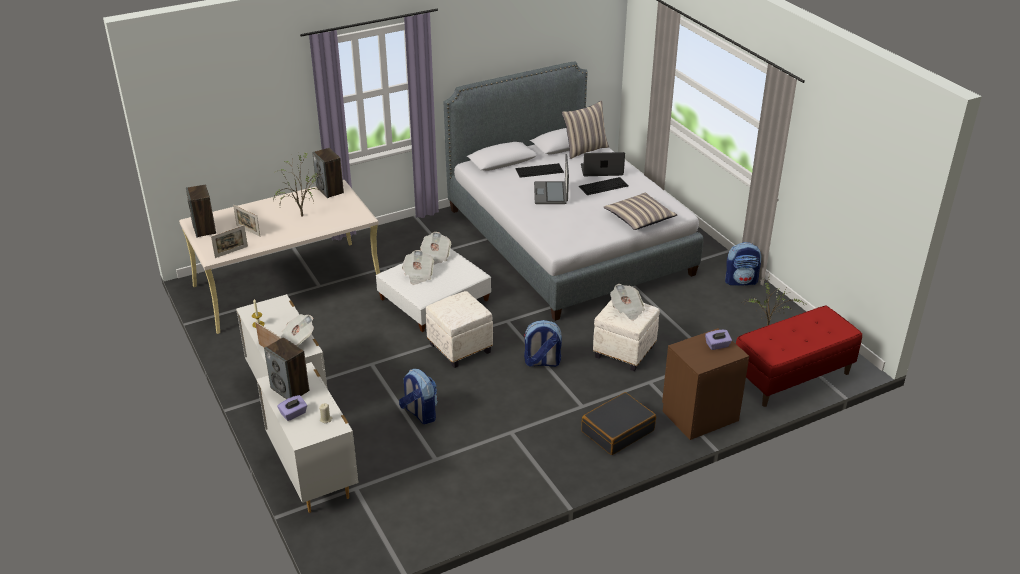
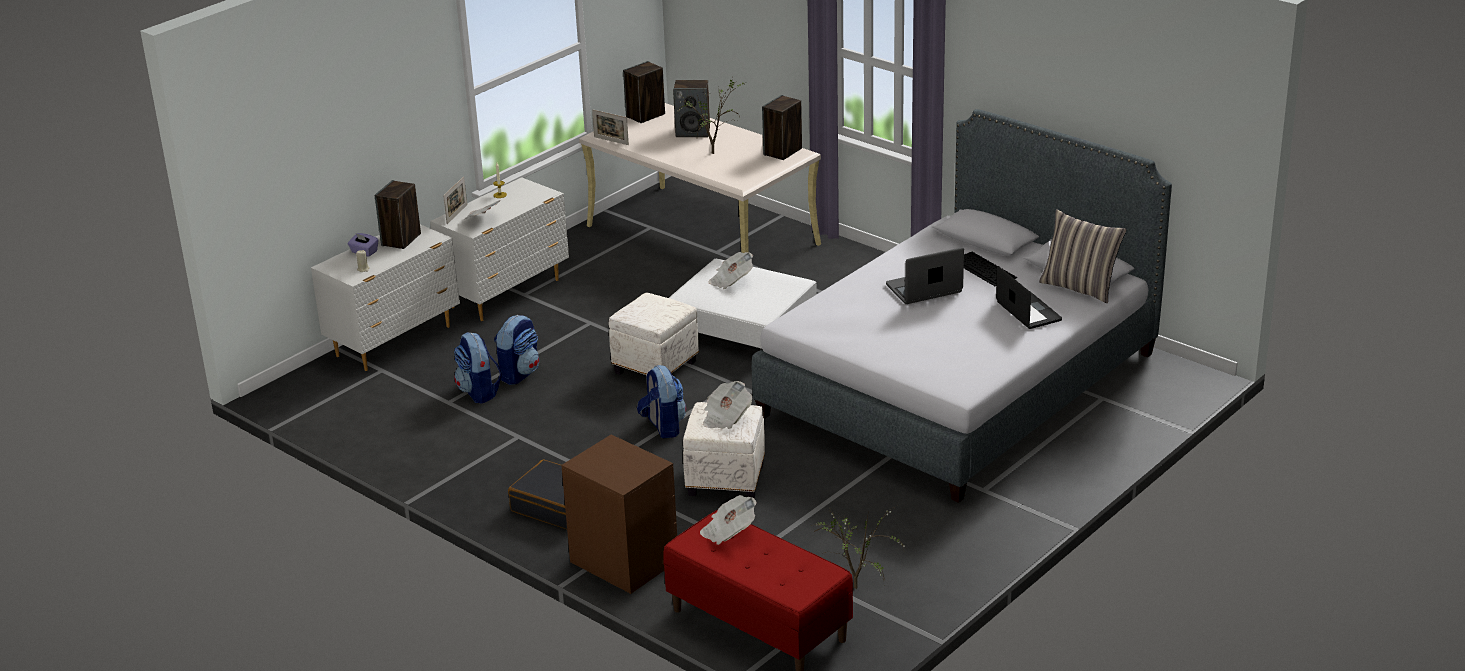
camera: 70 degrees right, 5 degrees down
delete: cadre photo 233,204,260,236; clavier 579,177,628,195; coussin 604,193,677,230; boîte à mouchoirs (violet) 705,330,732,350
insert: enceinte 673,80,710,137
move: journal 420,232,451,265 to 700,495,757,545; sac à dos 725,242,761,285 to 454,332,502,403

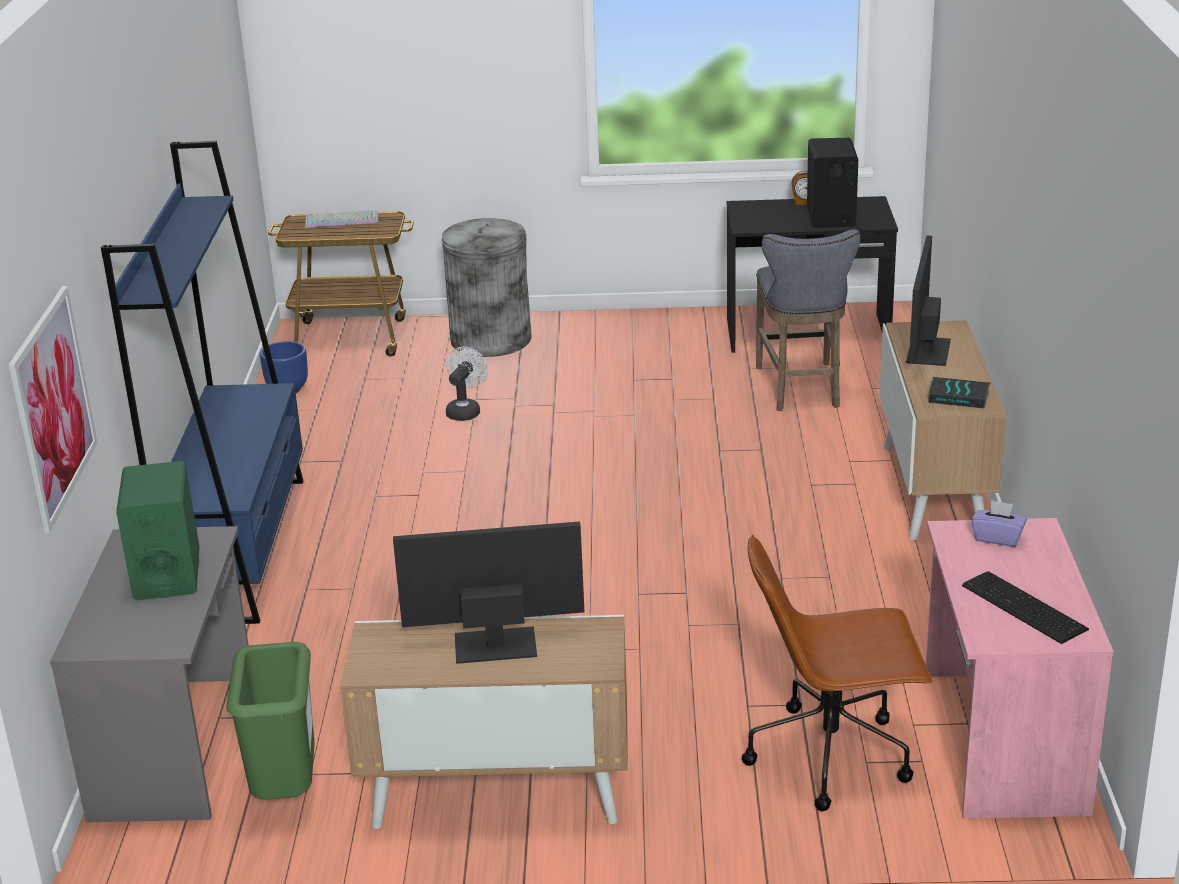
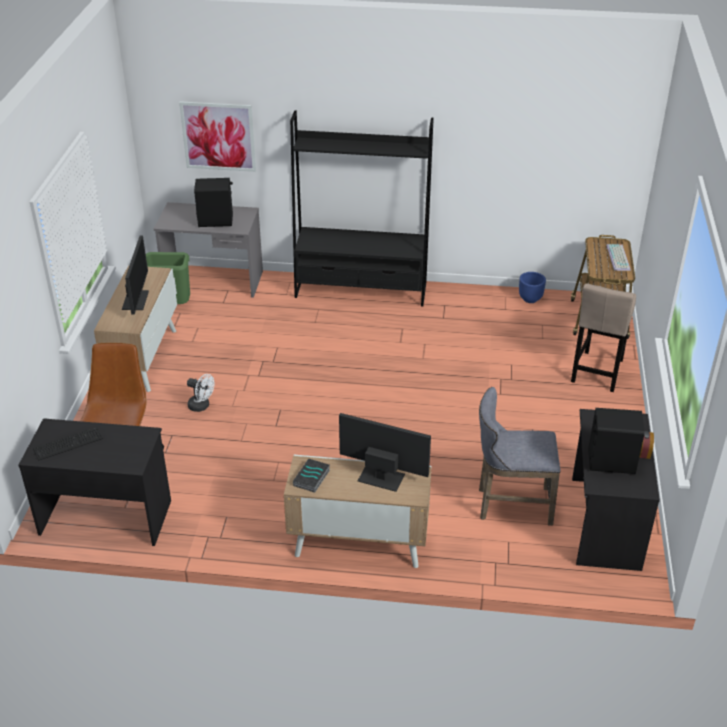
camera: 95 degrees right, 10 degrees up
delete: boîte à mouchoirs (violet) 971,500,1027,547
move: ventilateur (blanc) 446,347,488,421 to 187,374,215,412
replace: poubelle (gris) 442,218,532,357 to tabouret (beige) 571,283,636,392
recolor: bibliothèque (bleu) 101,141,304,624 to bibliothèque (noir) 290,110,434,307; enceinte (vert) 116,461,200,600 to enceinte (noir) 194,178,233,227; bureau (rose) 926,518,1114,819 to bureau (noir) 19,418,171,546

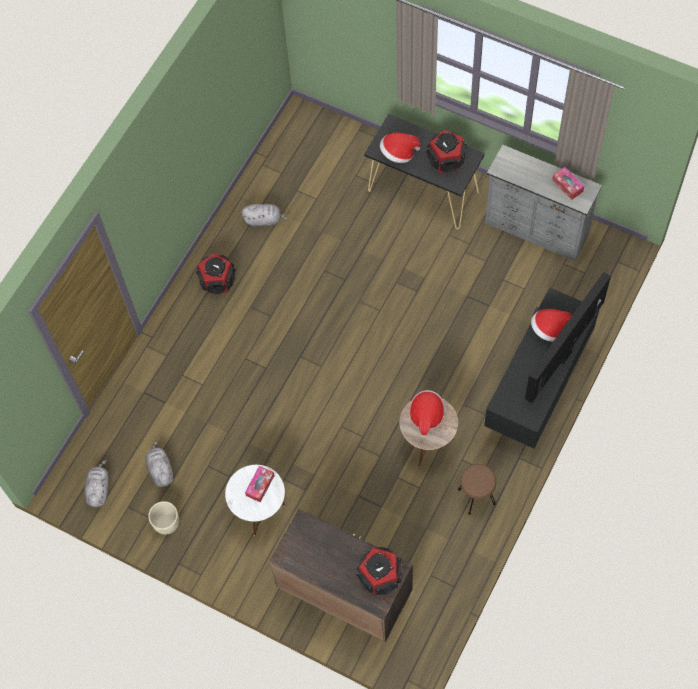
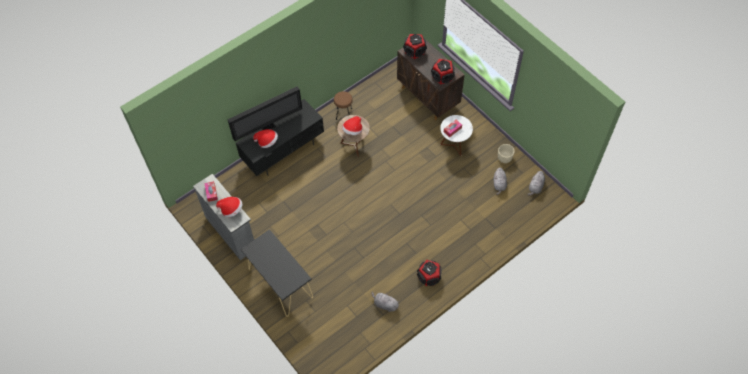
camera: 160 degrees left, 5 degrees down
move: chapeau 380,133,421,163 to 216,197,242,217; enceinte 426,130,466,173 to 431,59,455,85

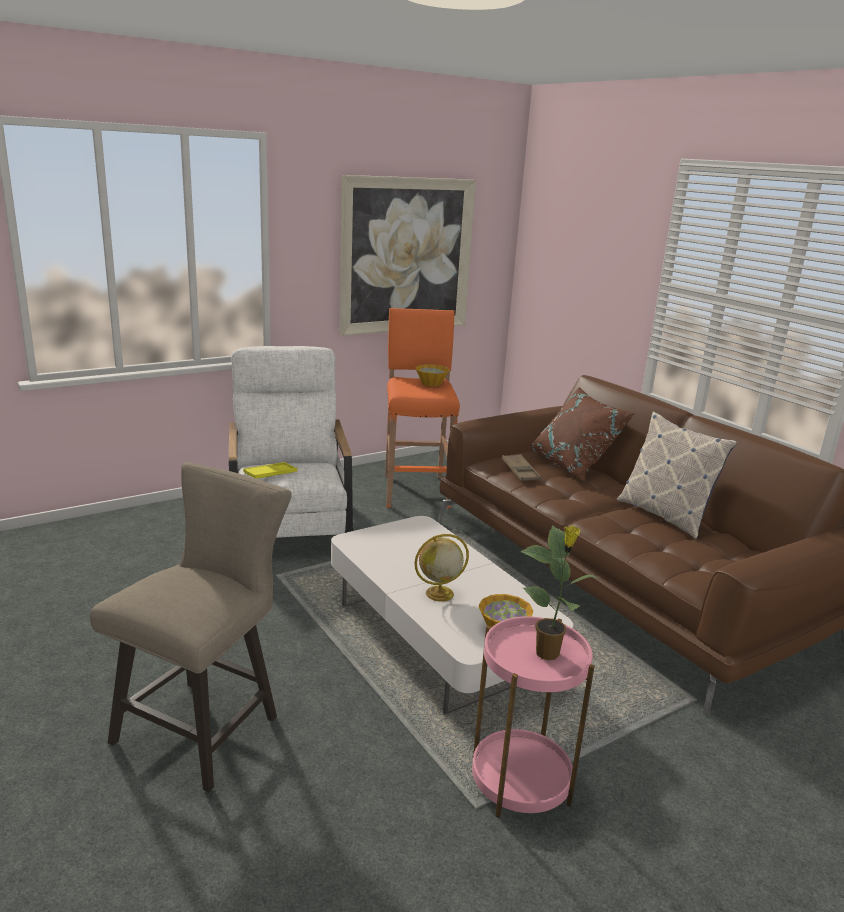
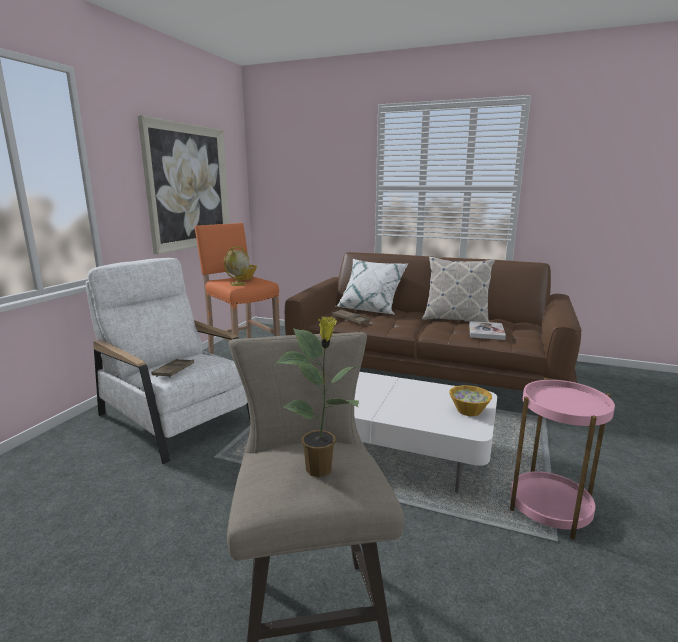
camera: 35 degrees left, 5 degrees down
insert: livre 469,321,506,340
move: globe 414,534,469,602 to 224,246,249,286; plante en pot 520,525,598,660 to 274,317,359,477
recolor: plateau (jaune) 243,462,297,479 to plateau (marron) 151,359,194,378; coussin (marron) 529,387,636,482 to coussin (blanc) 336,259,408,315

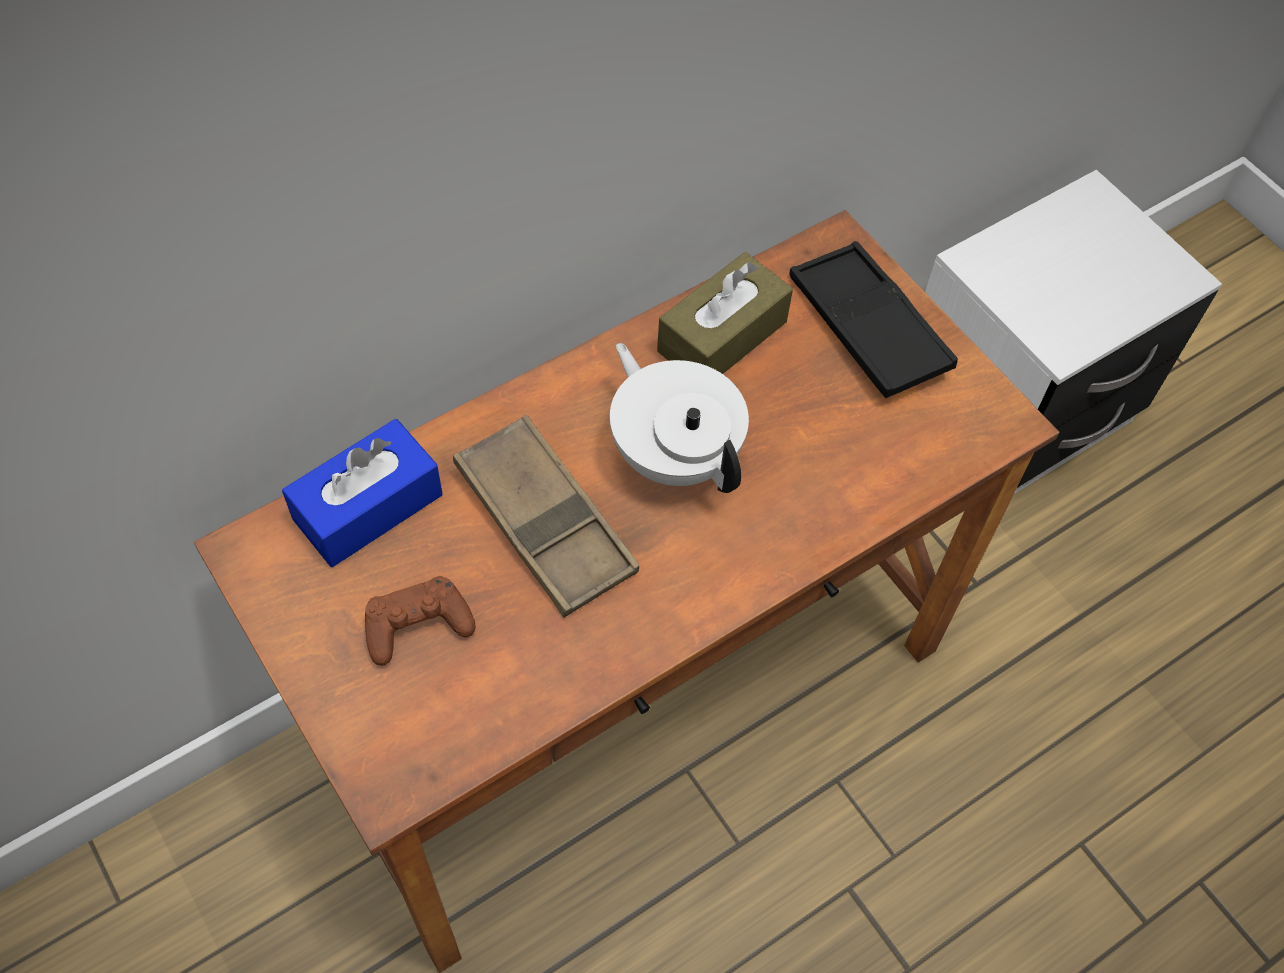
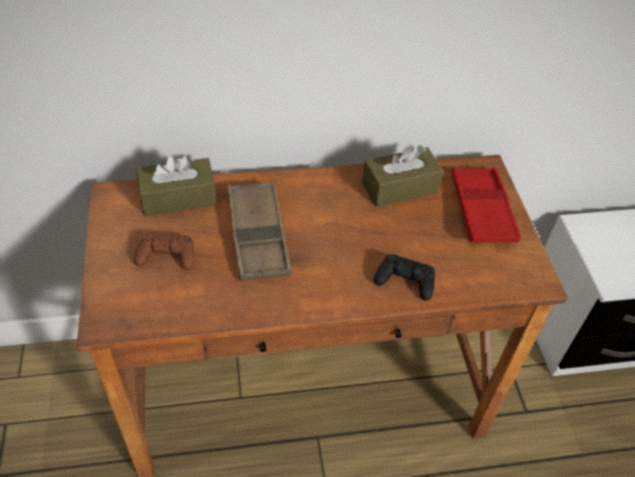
camera: 25 degrees right, 10 degrees down
delete: théière (blanc) 610,343,749,493
insert: manette (noir) 374,254,435,300
recolor: boîte à mouchoirs (bleu) 282,419,442,567 to boîte à mouchoirs (marron) 136,154,217,216; plateau (noir) 789,241,958,398 to plateau (rouge) 452,167,521,243

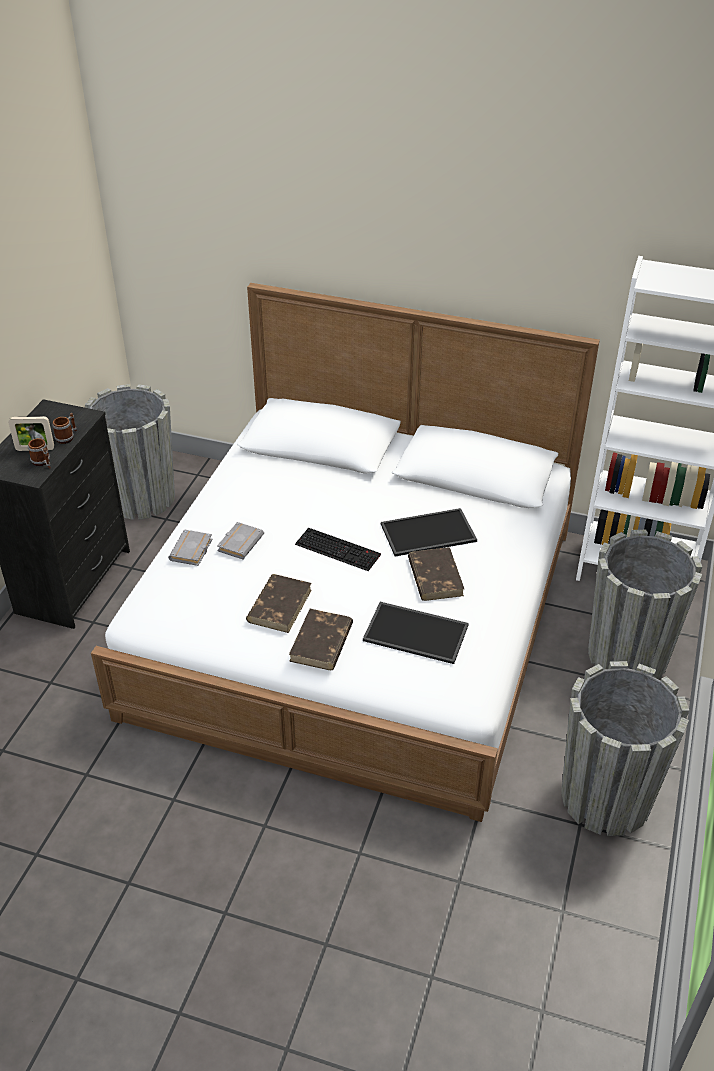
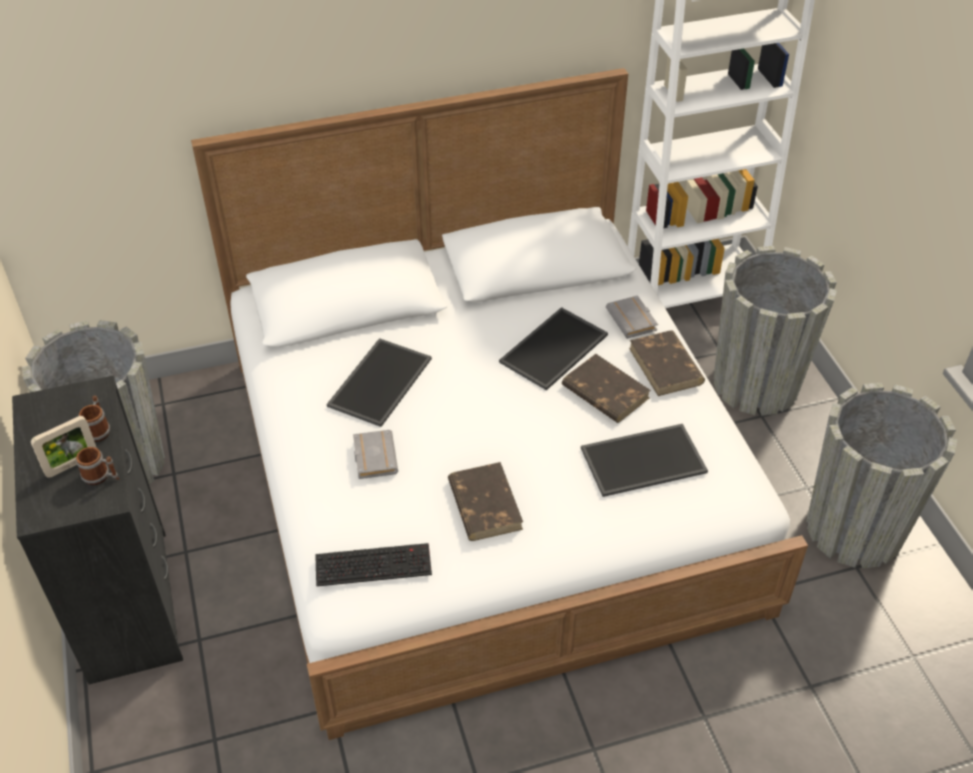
camera: 35 degrees left, 5 degrees up
insert: plateau 327,338,432,427
move: livre (gris) 168,529,212,566 to 606,295,658,339; livre (marron) 289,609,353,670 to 629,330,705,396; clavier 295,528,381,571 to 315,543,432,587

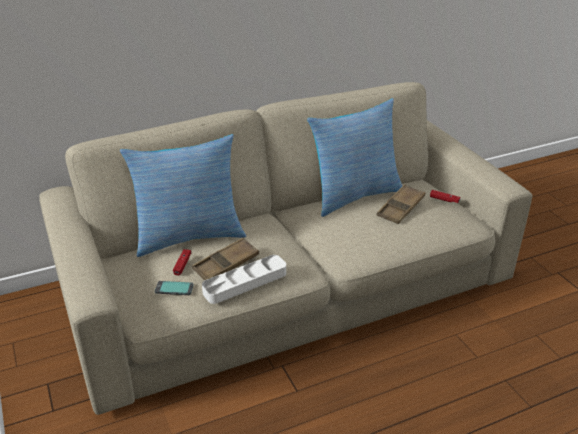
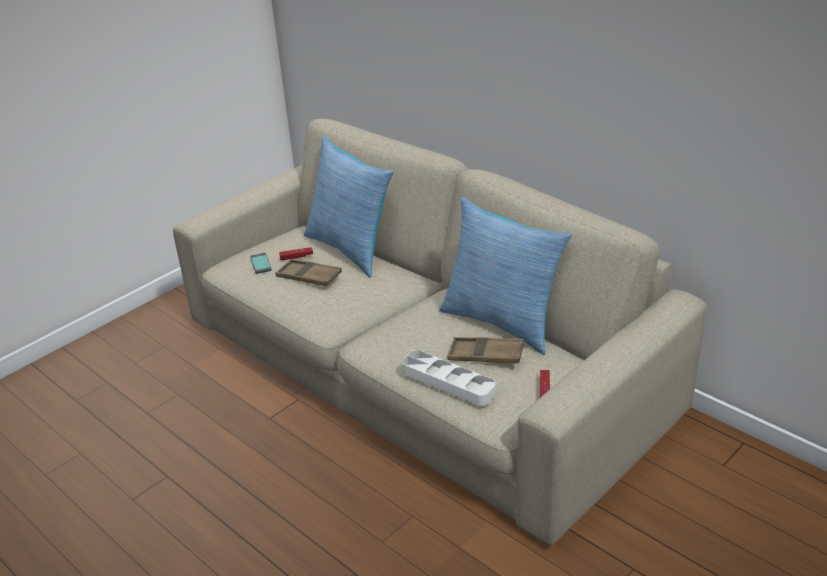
camera: 70 degrees right, 0 degrees up
move: plateau (blanc) 202,255,286,304 to 402,350,496,406

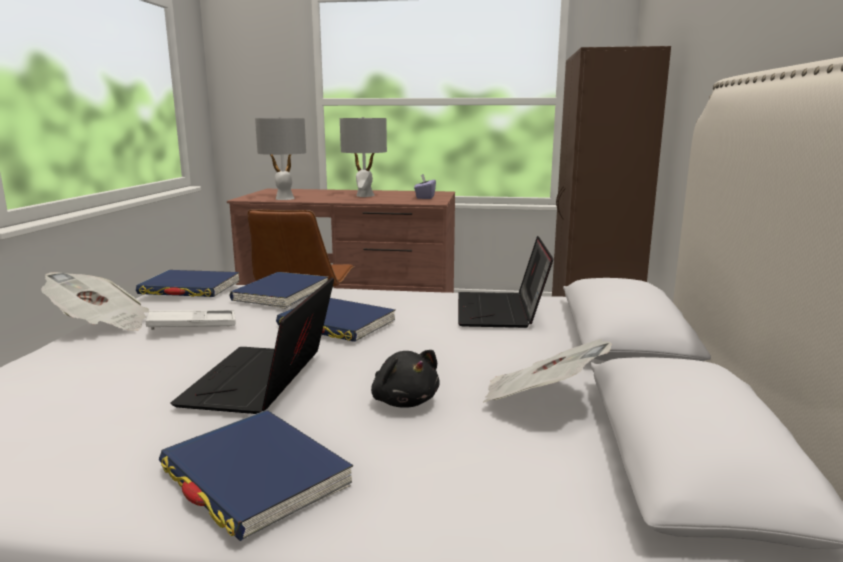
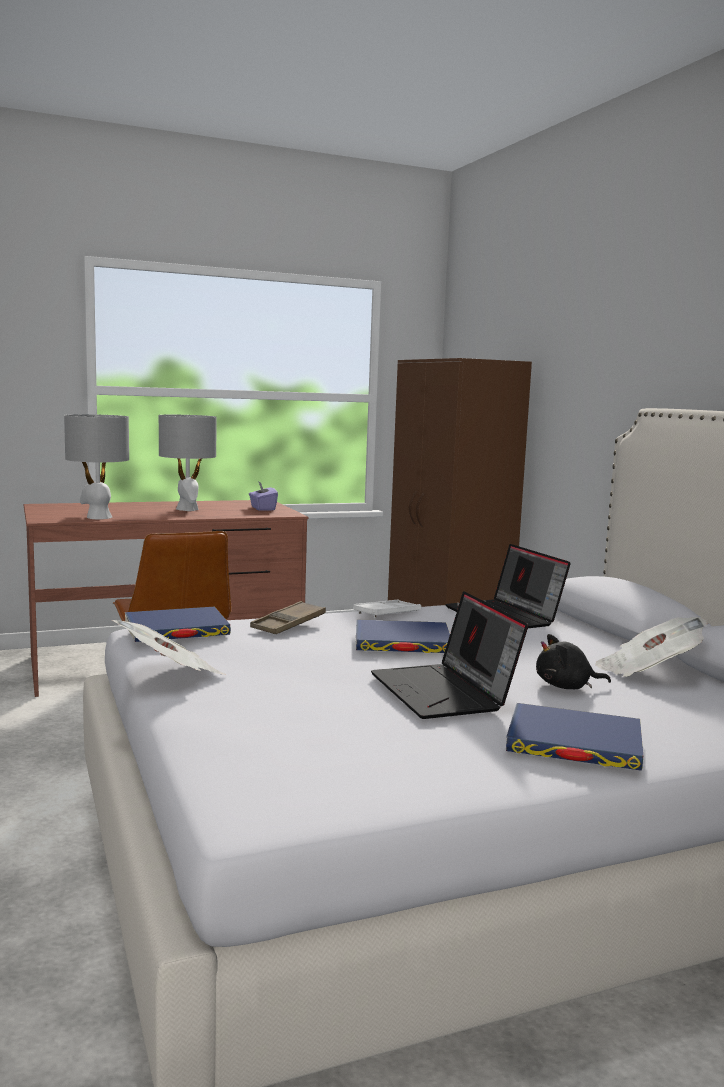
camera: 30 degrees left, 5 degrees down
move: plateau (blanc) 146,310,236,330 to 353,600,421,618
replace: livre (bleu) 229,272,328,309 to plateau (marron) 250,601,326,634
rotate: peluche (noir) 371,350,440,408 = 536,634,611,689 150 degrees clockwise

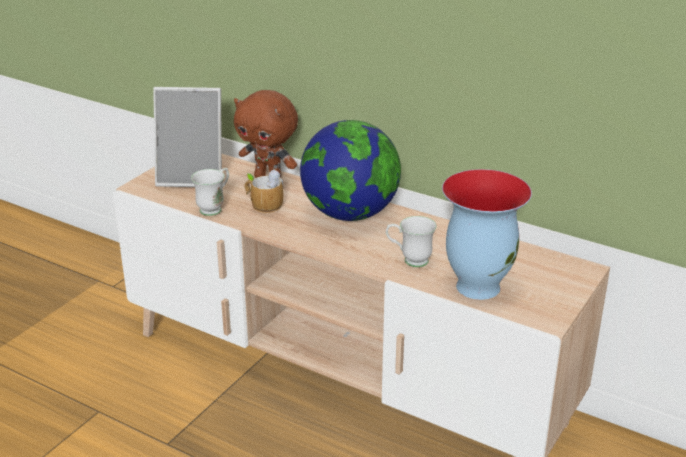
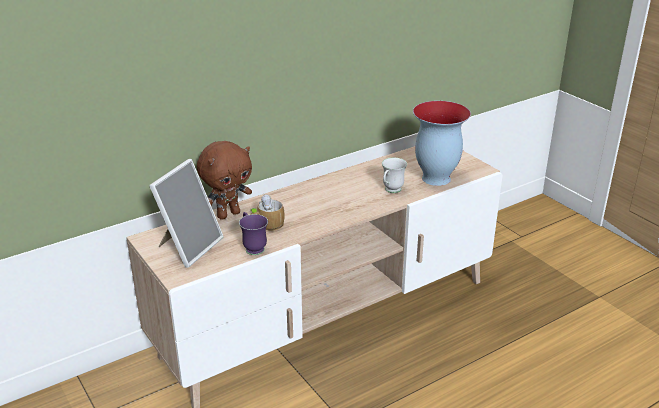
camera: 65 degrees left, 0 degrees up
delete: globe 300,120,401,221
recolor: mug (blanc) 191,168,229,216 to mug (violet) 239,212,268,255

